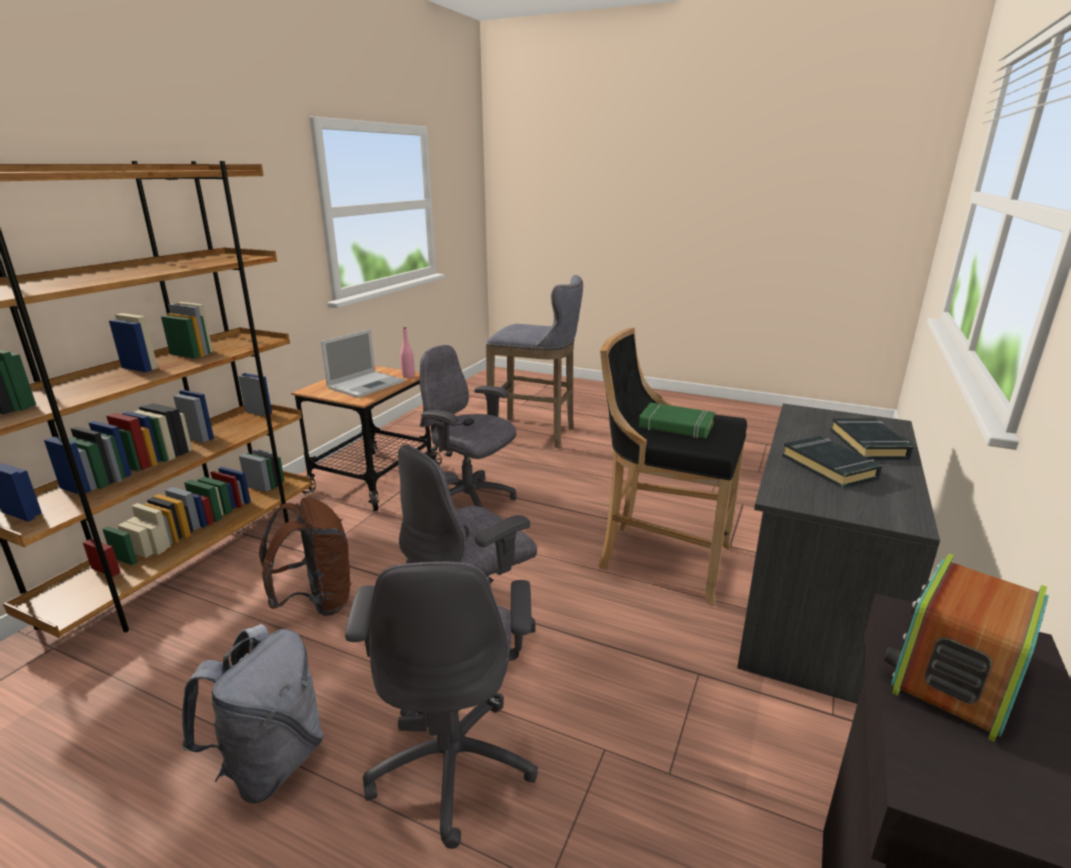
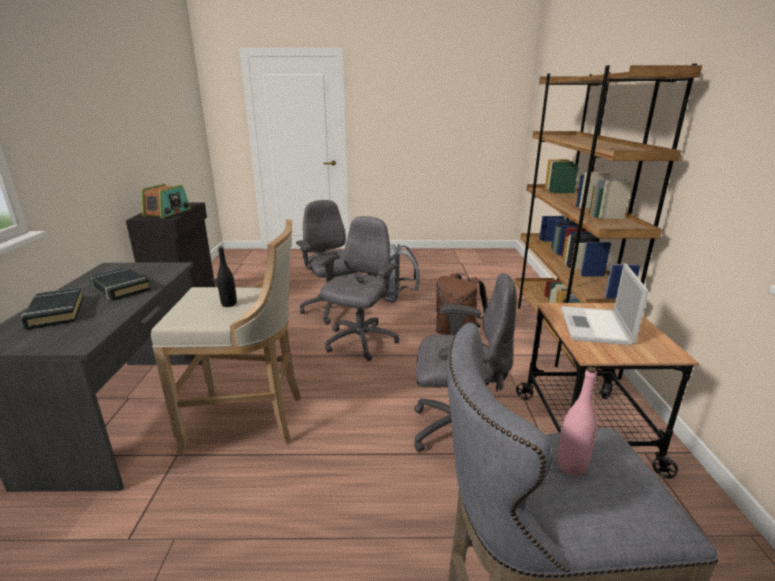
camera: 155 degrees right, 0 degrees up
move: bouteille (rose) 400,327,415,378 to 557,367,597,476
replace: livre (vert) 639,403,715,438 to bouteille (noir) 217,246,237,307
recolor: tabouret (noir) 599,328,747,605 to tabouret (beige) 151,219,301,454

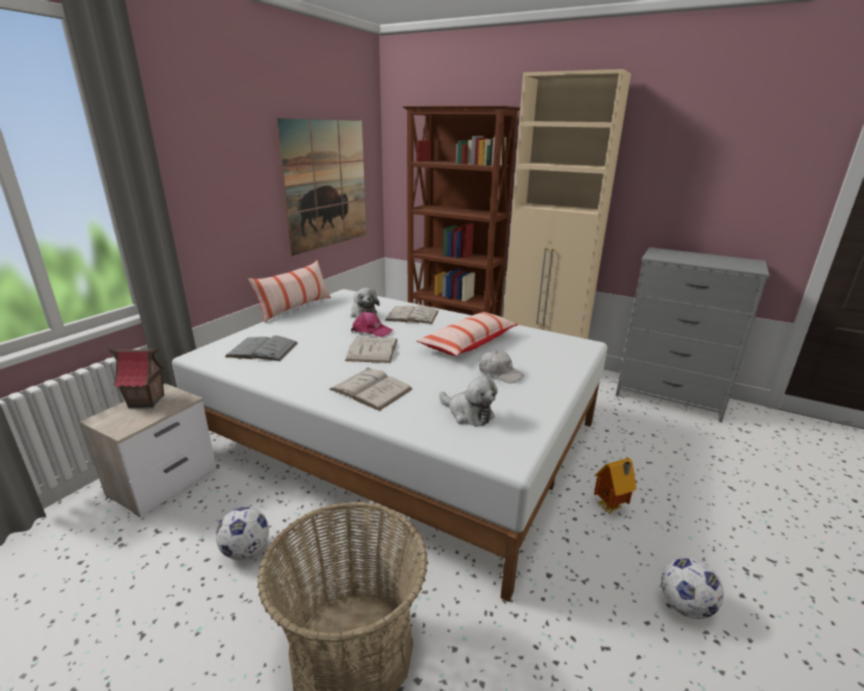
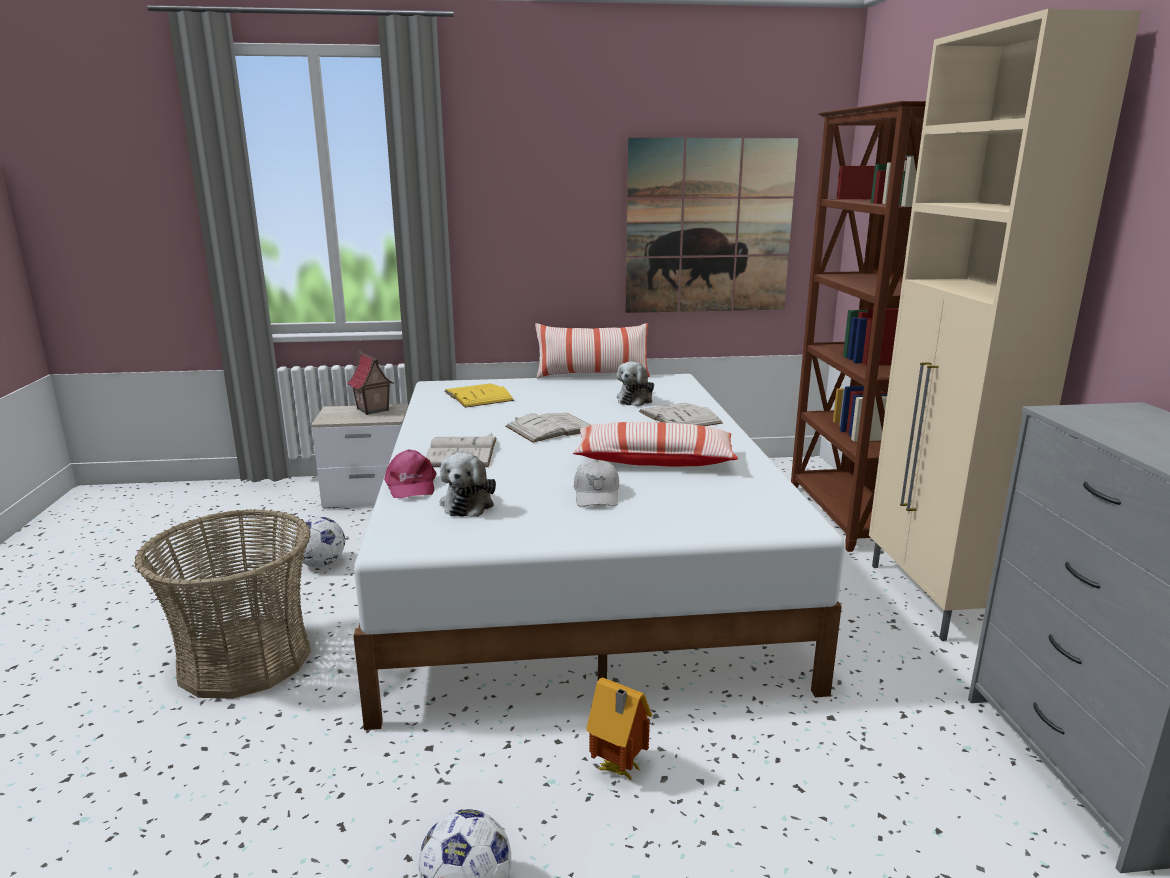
camera: 55 degrees right, 5 degrees down
move: casquette (rose) 351,312,393,337 to 384,450,437,498
recolor: livre (gris) 225,335,298,361 to livre (jaune) 444,383,514,408

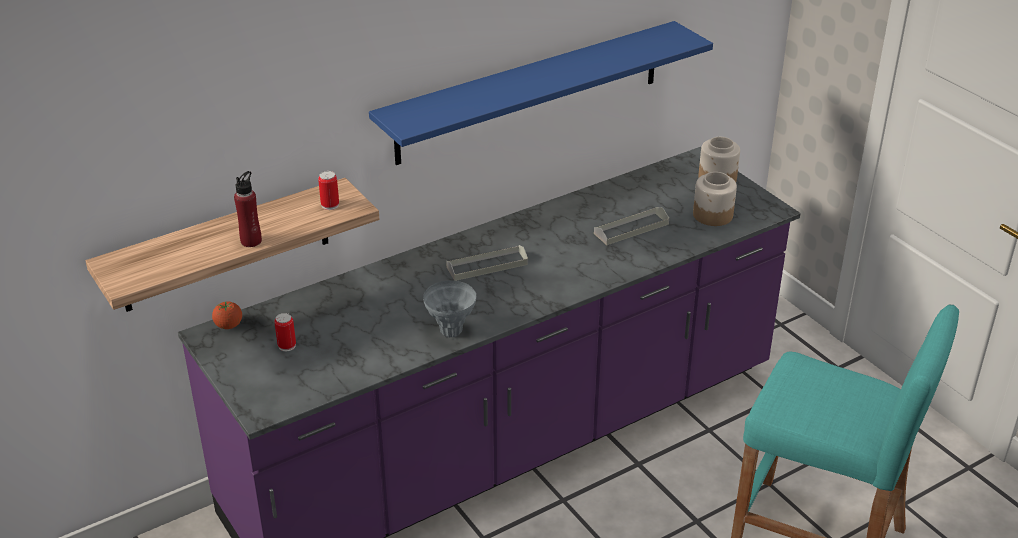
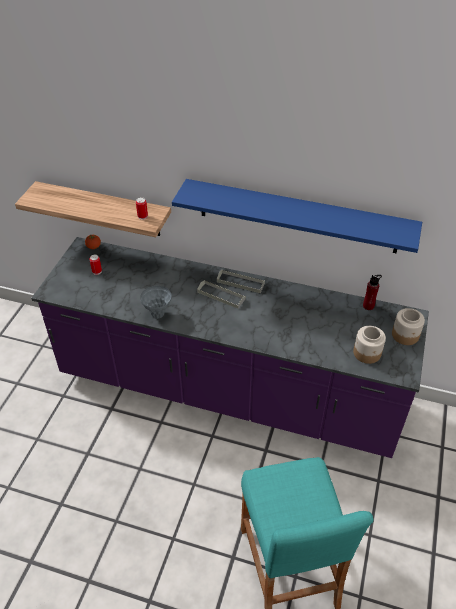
camera: 50 degrees right, 10 degrees up
move: bouteille (rouge) 234,171,262,247 to 363,275,382,310; plateau (gris) 594,207,669,245 to 217,270,265,293

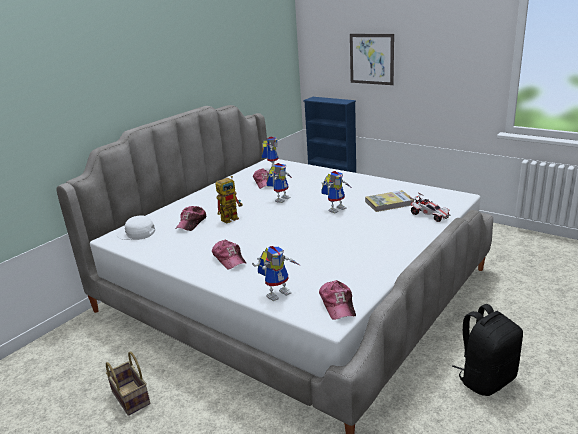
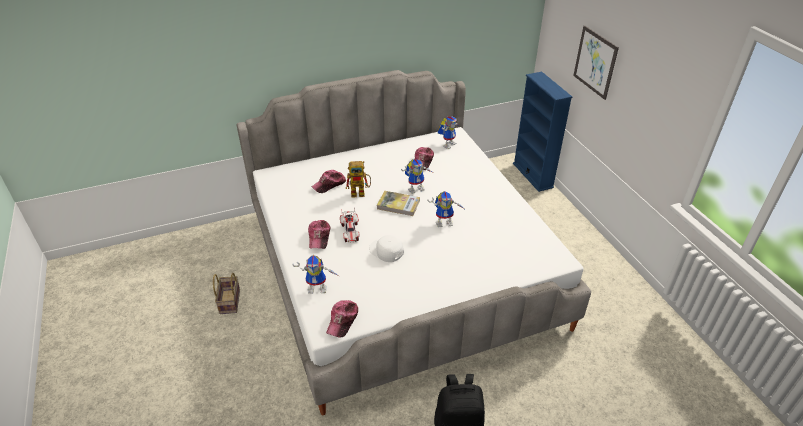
camera: 30 degrees right, 15 degrees up
move: casquette (blanc) 117,215,155,240 to 369,235,404,262; livre 365,190,414,212 to 377,191,420,216; petite voiture 410,192,450,222 to 340,208,360,242

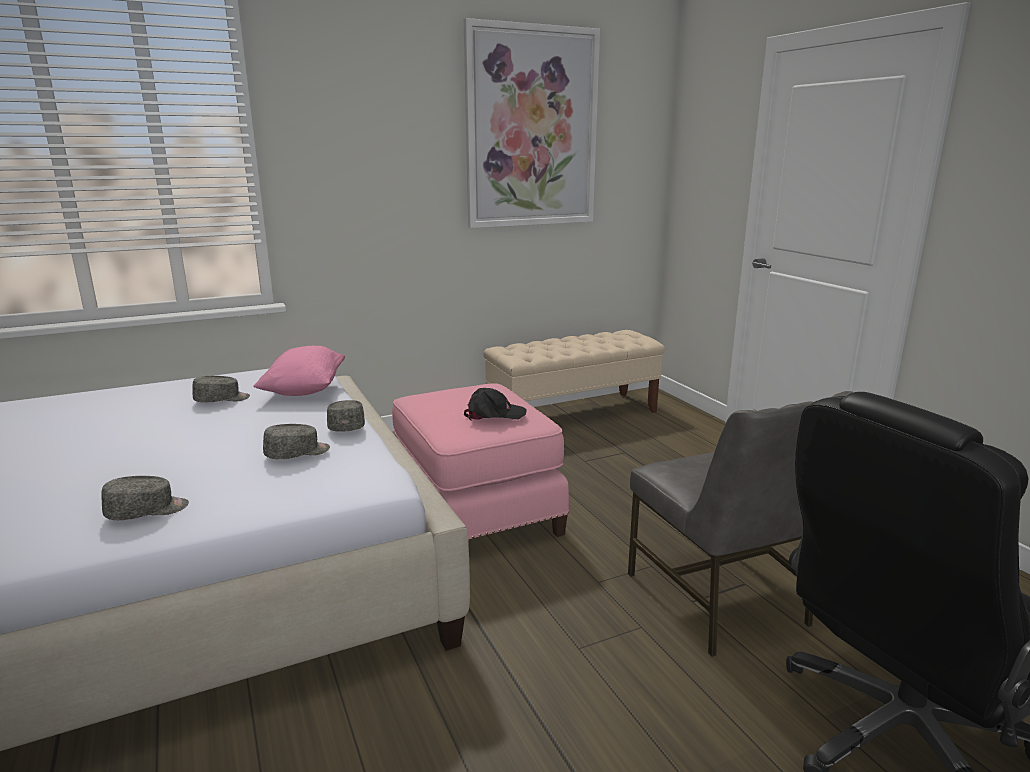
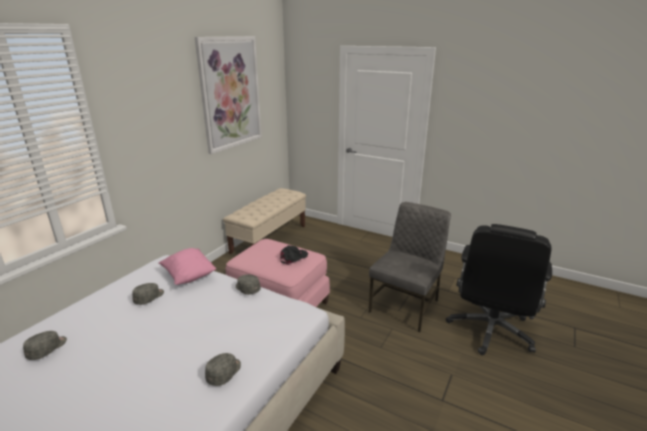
camera: 35 degrees left, 5 degrees up
move: casquette (gris) 263,424,330,459 to 23,331,67,360
rotate: chaise (gris) 628,391,853,657 = 369,202,451,332 90 degrees counterclockwise

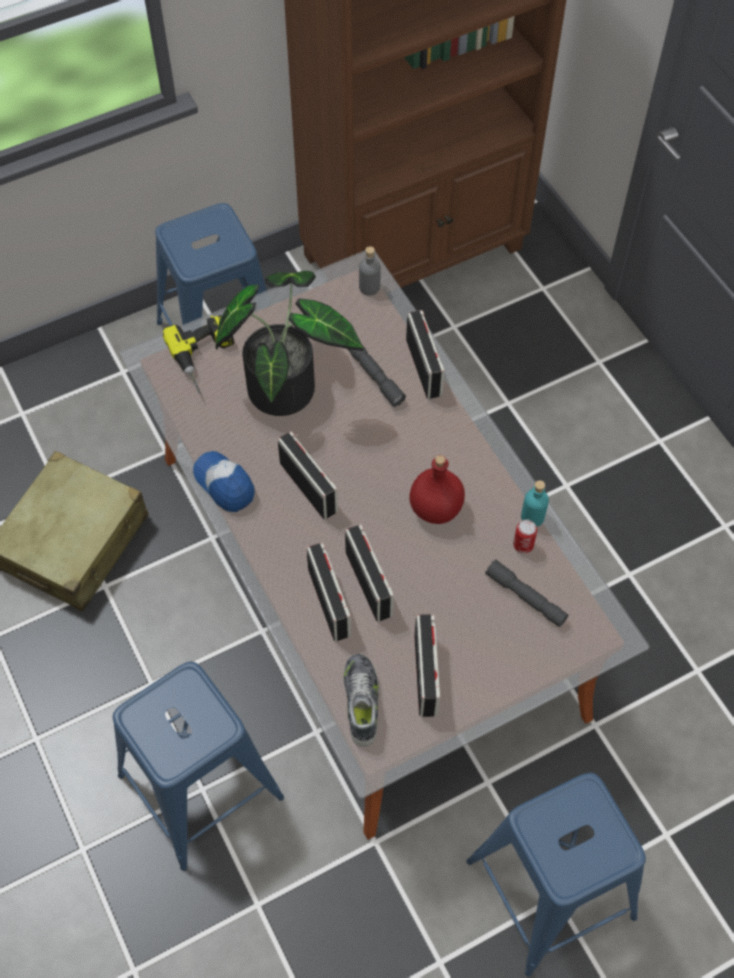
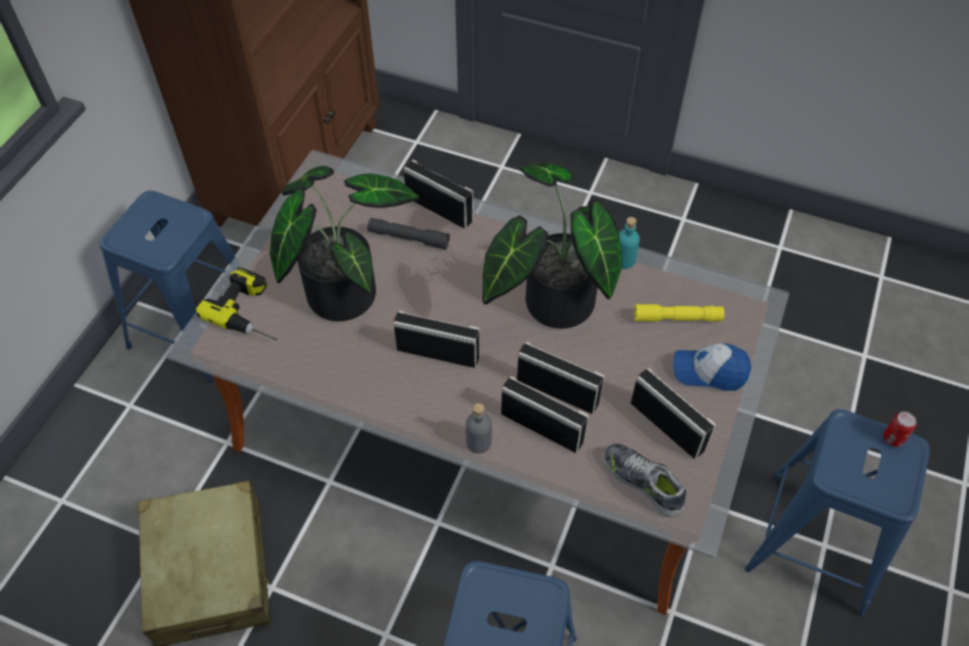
camera: 40 degrees left, 5 degrees down
move: casquette 193,451,255,512 to 673,343,751,391; bouteille (gris) 359,246,381,296 to 466,403,492,454; boîte métallique 513,520,537,553 to 883,411,916,447
replace: bouteille (rouge) 409,455,465,524 to plante en pot 482,162,622,329
recolor: lampe de poche (gris) 485,559,568,627 to lampe de poche (jaune) 634,304,724,322

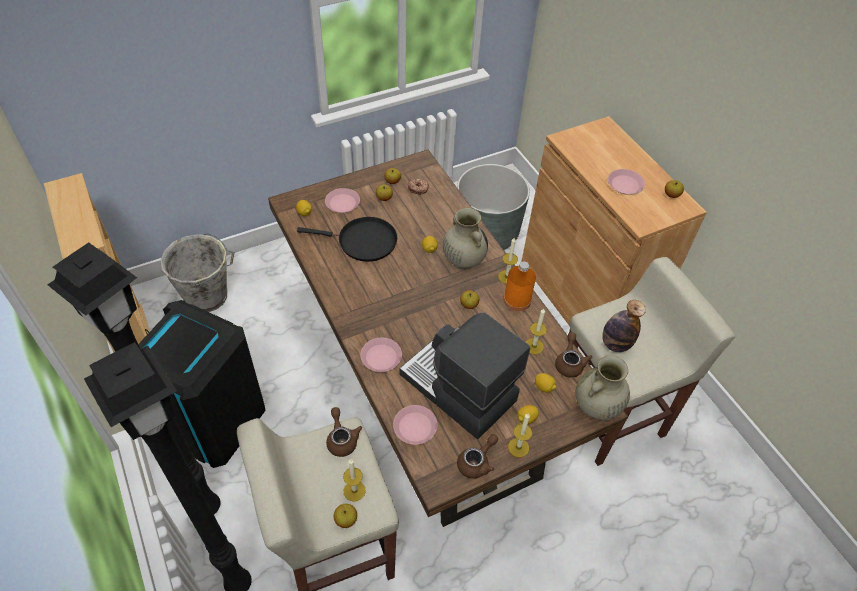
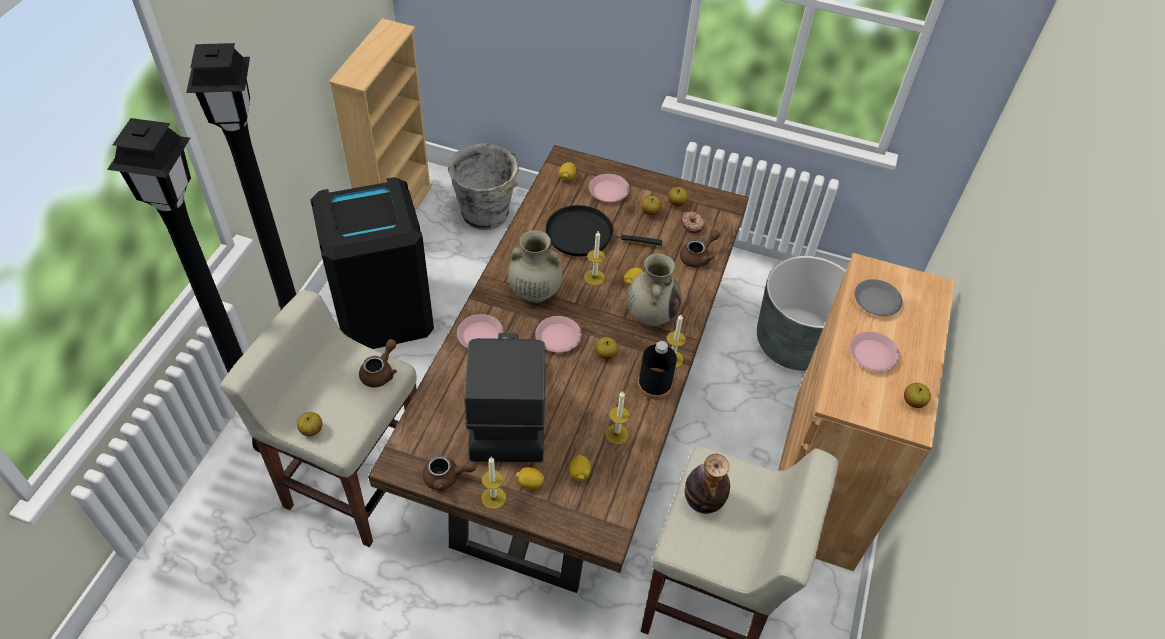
camera: 45 degrees right, 0 degrees up
insert: assiette (gris) 854,279,903,316
move: bougie 343,459,366,502 to 584,230,605,285; assiette (rose) 393,405,437,445 to 535,316,582,353; théière (marron) 555,332,593,378 to 680,230,720,268; vase (beige) 576,355,630,420 to 508,230,563,303
recolor: bouteille (orange) 503,262,536,311 to bouteille (noir) 638,341,677,399
rotate: poêle (noir) 297,217,397,262 = 546,205,662,256 135 degrees clockwise

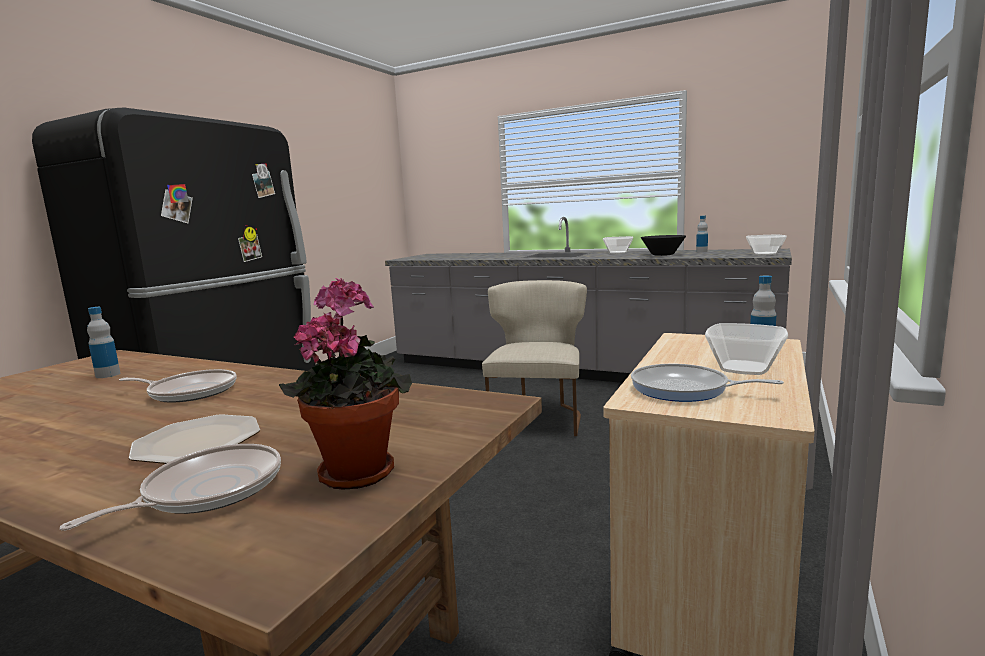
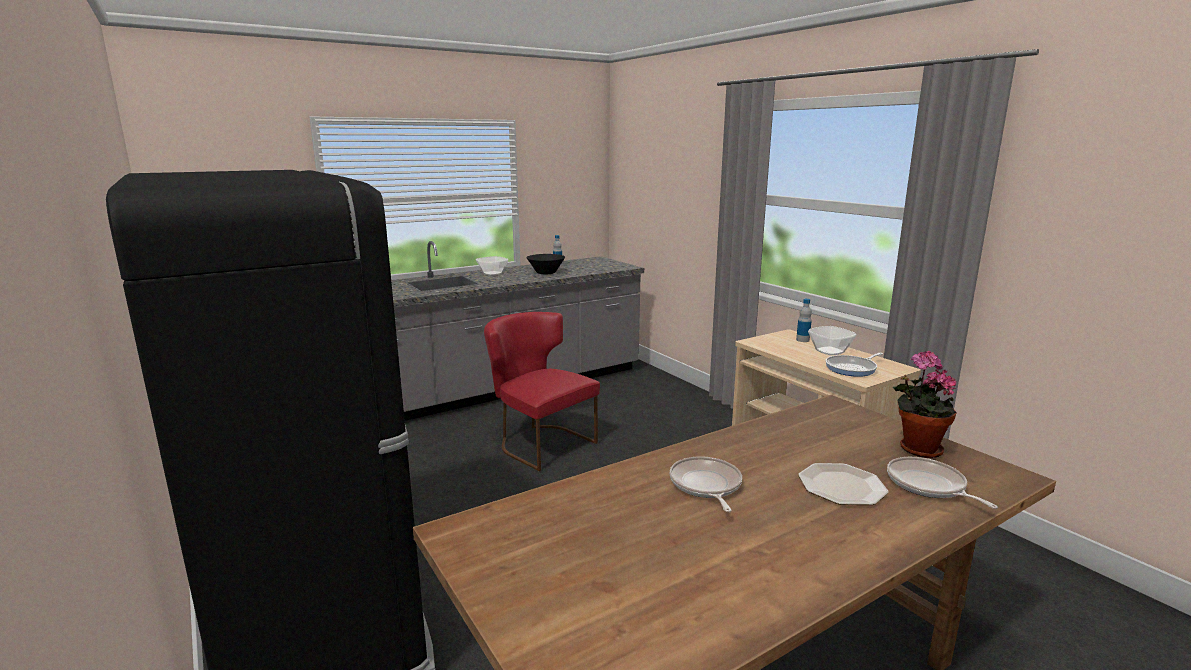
camera: 60 degrees left, 5 degrees up
delete: bouteille 87,307,120,378; bol 746,234,787,255
recolor: chaise (beige) 482,280,587,436 to chaise (rouge) 484,312,600,471
rotate: poêle 119,369,237,403 = 669,456,742,512 45 degrees counterclockwise

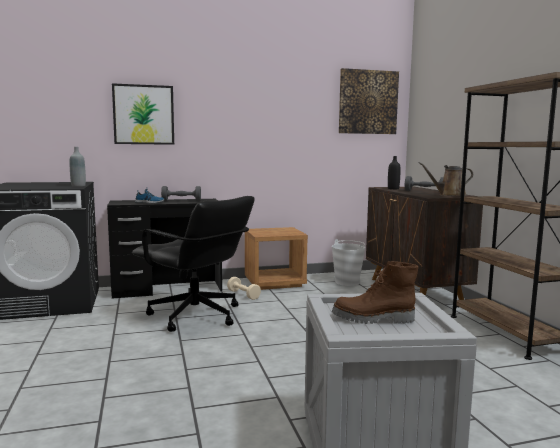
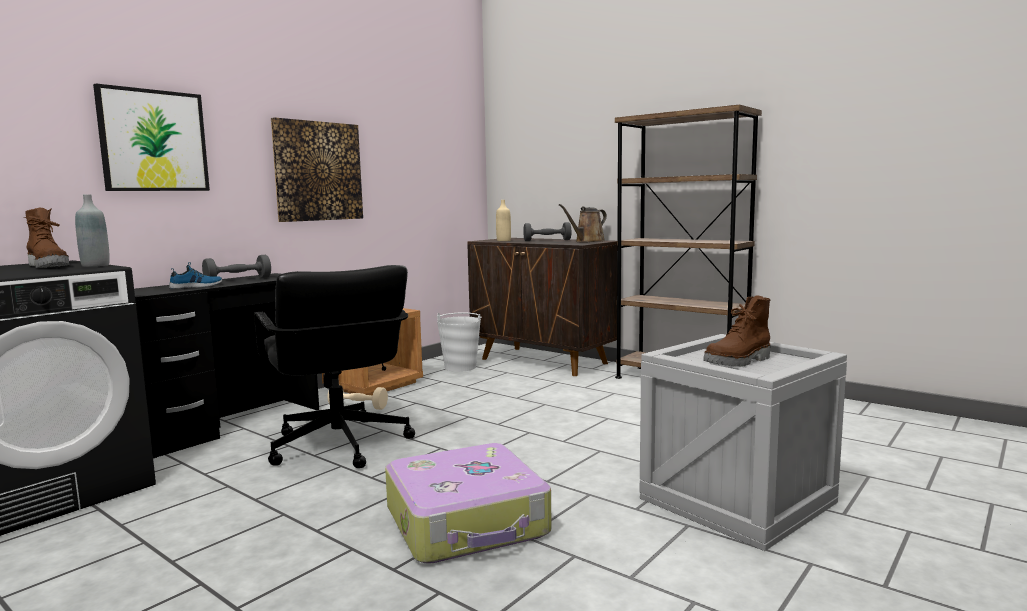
camera: 35 degrees left, 0 degrees up
insert: botte (marron) 24,208,70,268; valise 385,443,552,564
move: tableau 339,68,399,134 to 271,117,363,222
recolor: bouteille (noir) 388,156,400,189 to bouteille (beige) 496,200,511,241
rotate: chaise de bureau (noir) 132,196,254,332 = 254,265,415,468 60 degrees clockwise

